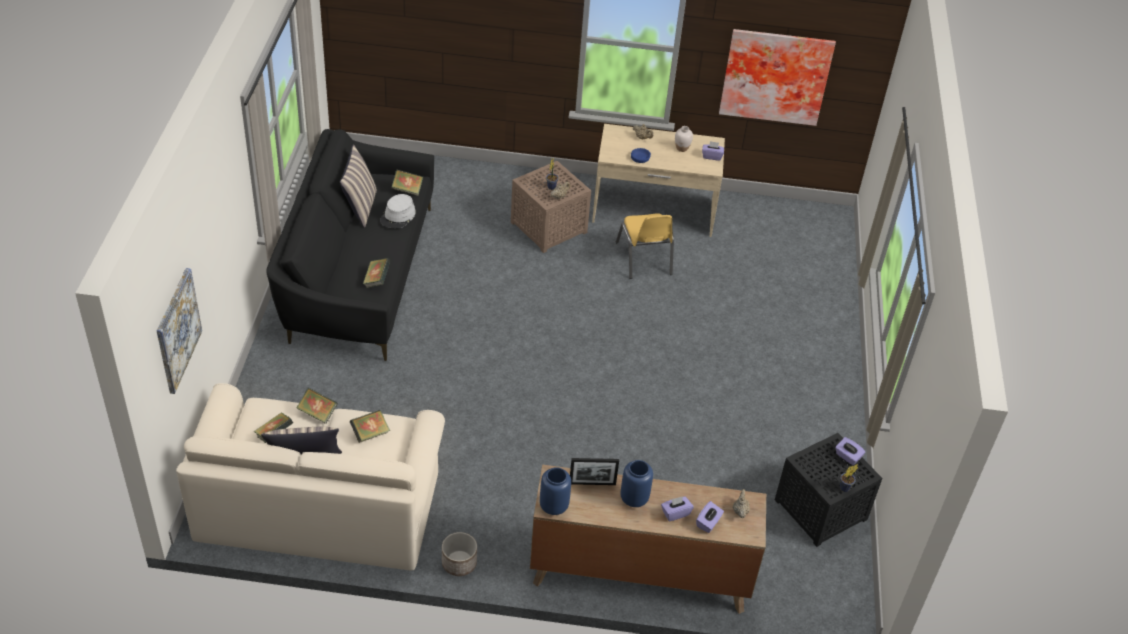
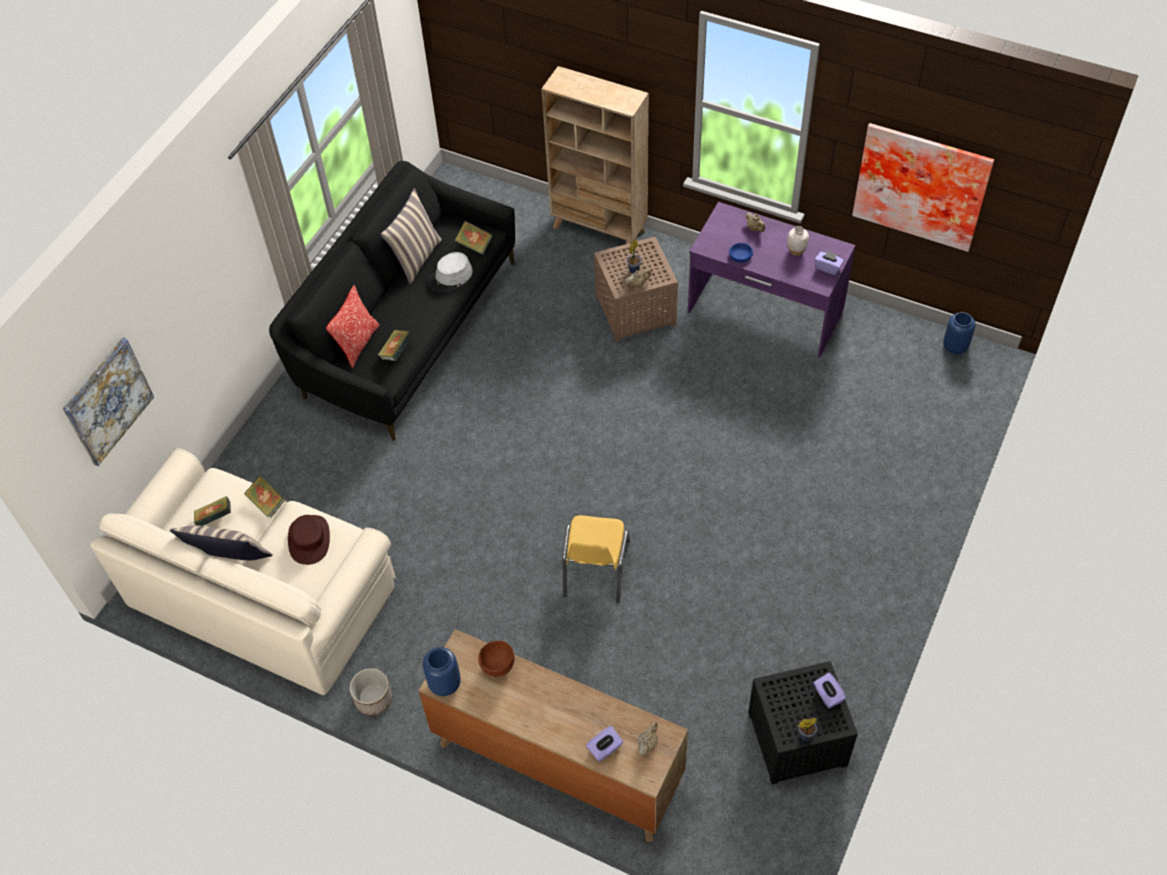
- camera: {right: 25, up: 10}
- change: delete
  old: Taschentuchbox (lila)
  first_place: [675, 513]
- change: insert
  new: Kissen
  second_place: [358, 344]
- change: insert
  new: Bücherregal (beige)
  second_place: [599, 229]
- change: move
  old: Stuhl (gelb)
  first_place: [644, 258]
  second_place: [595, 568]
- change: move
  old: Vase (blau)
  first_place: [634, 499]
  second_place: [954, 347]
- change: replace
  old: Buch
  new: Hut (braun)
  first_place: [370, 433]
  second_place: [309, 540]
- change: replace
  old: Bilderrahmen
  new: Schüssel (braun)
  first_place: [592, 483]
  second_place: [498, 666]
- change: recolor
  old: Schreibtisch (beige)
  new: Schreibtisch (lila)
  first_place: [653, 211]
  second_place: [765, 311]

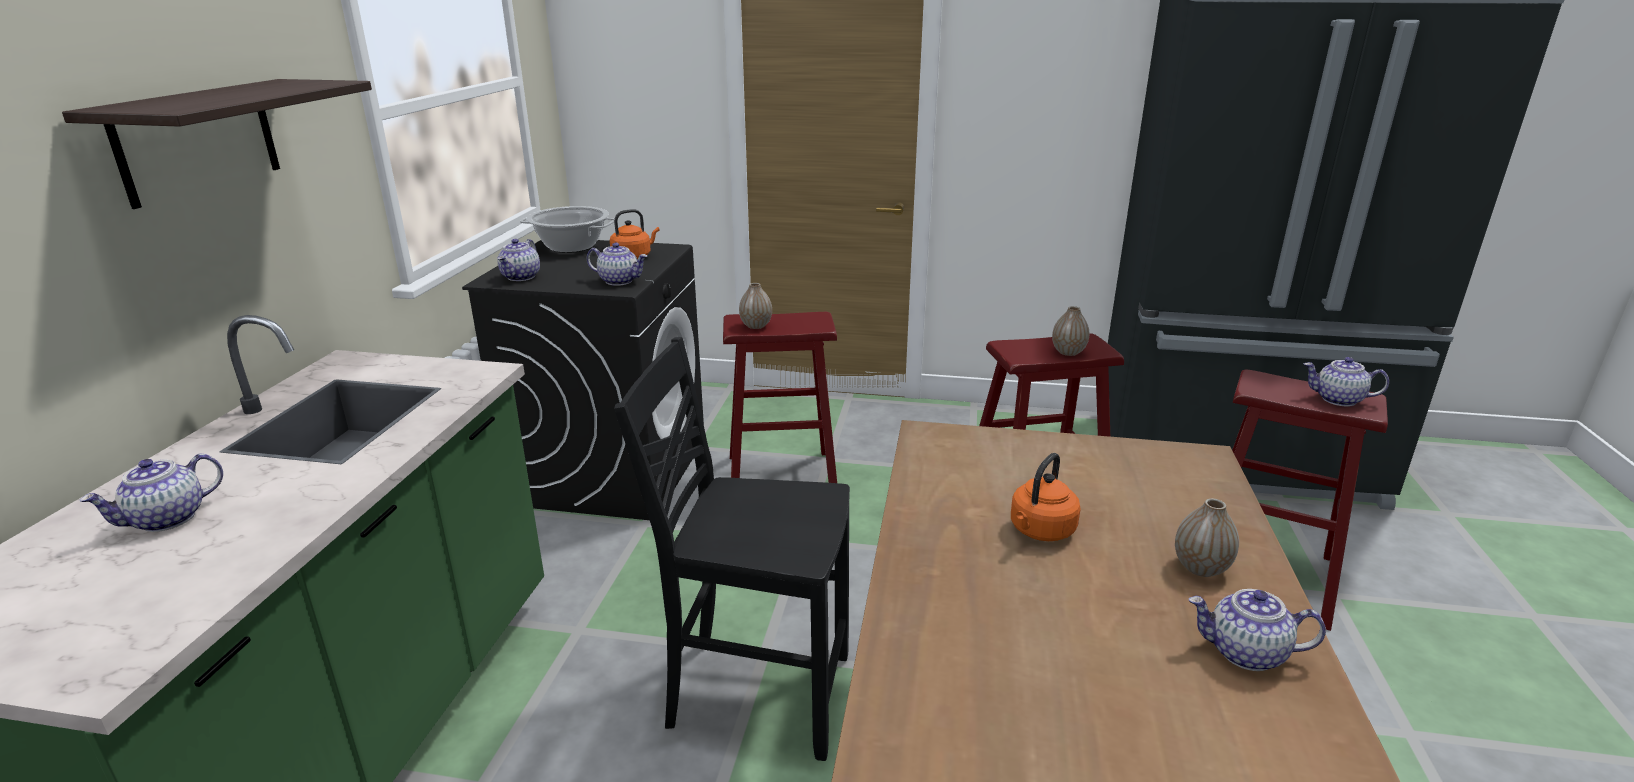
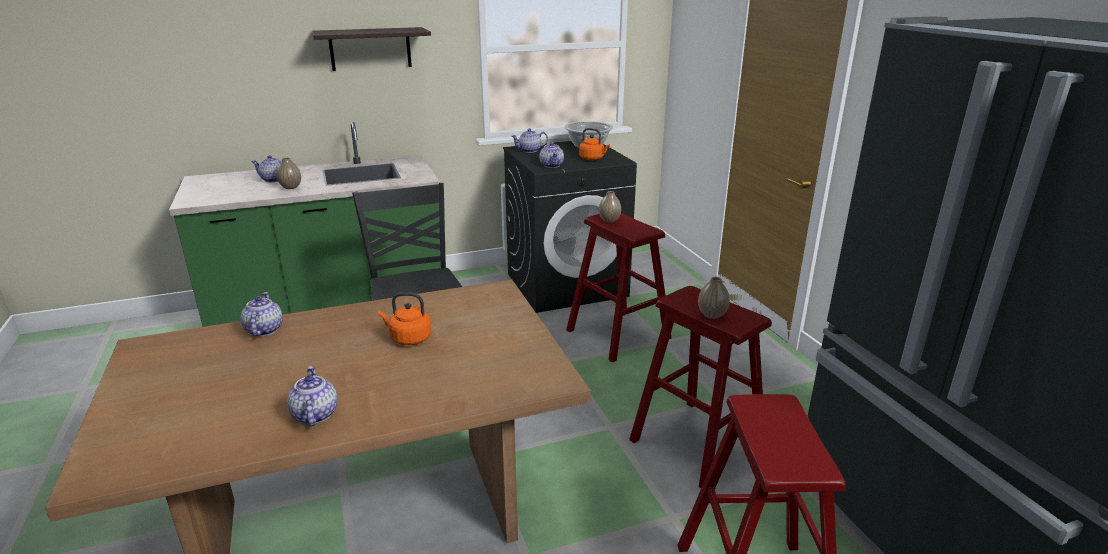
- camera: {right: 60, up: 0}
- change: move
  old: Vase
  first_place: [1200, 568]
  second_place: [291, 187]
- change: move
  old: Teekanne
  first_place: [1338, 399]
  second_place: [264, 330]

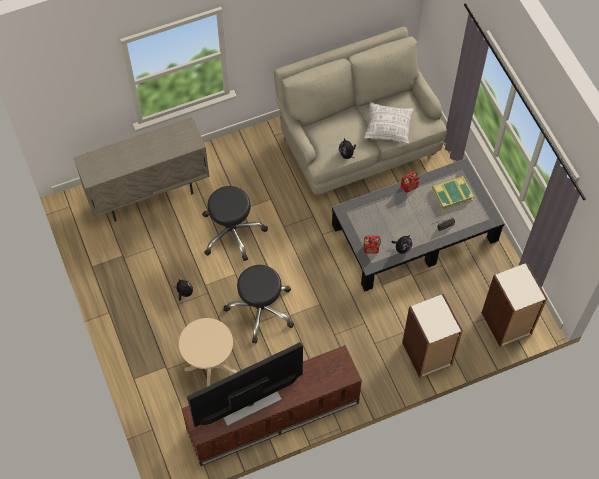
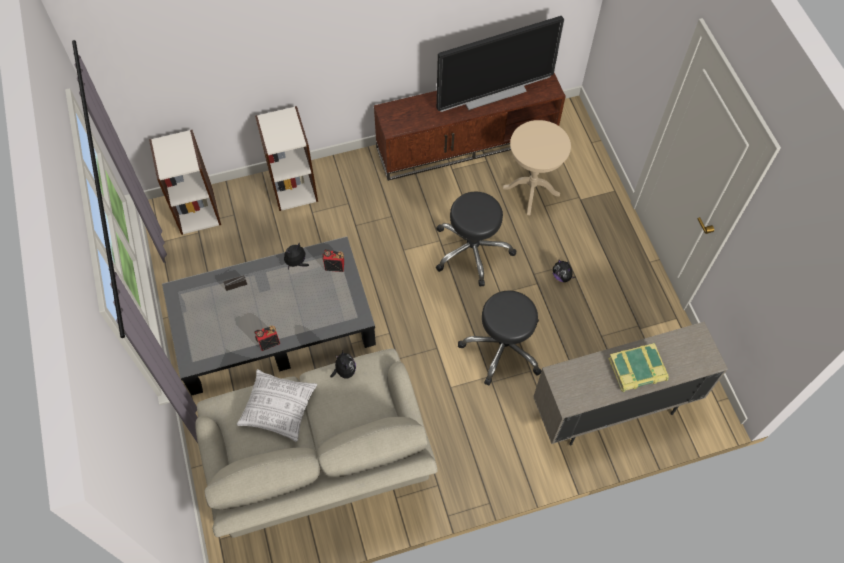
- camera: {right: -175, up: 0}
- change: move
  old: Buch
  first_place: [452, 194]
  second_place: [637, 370]

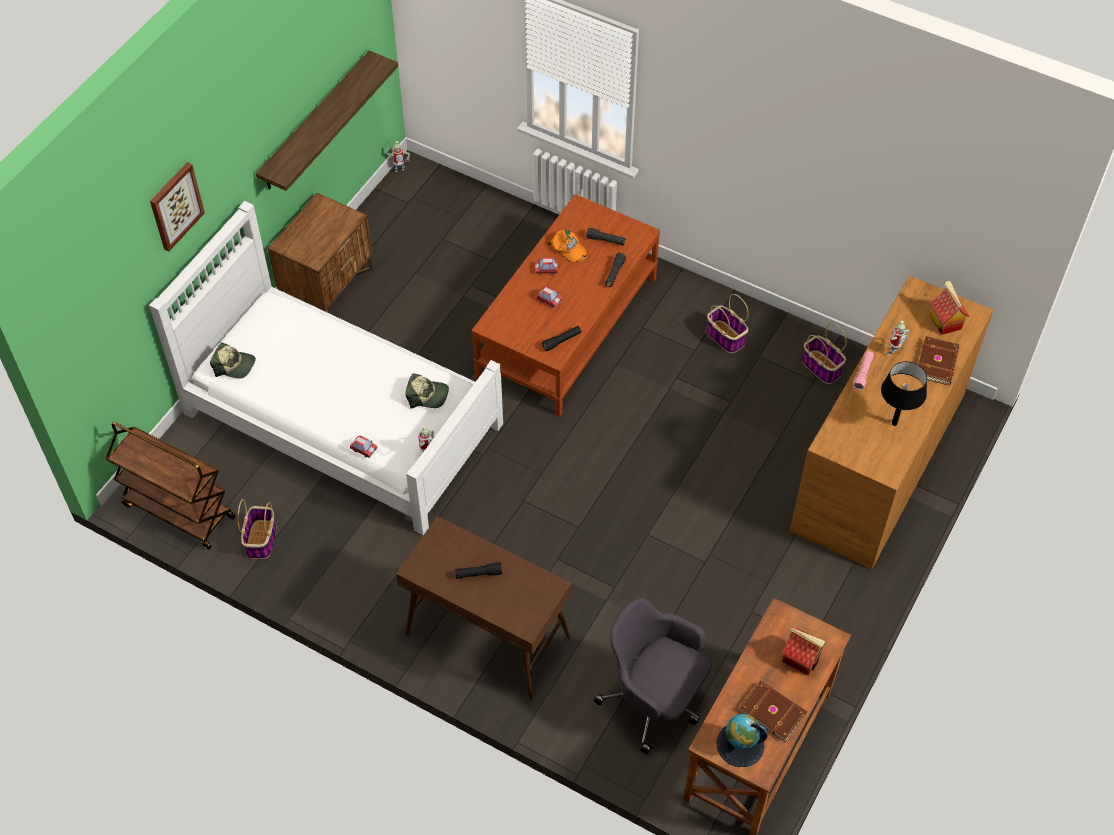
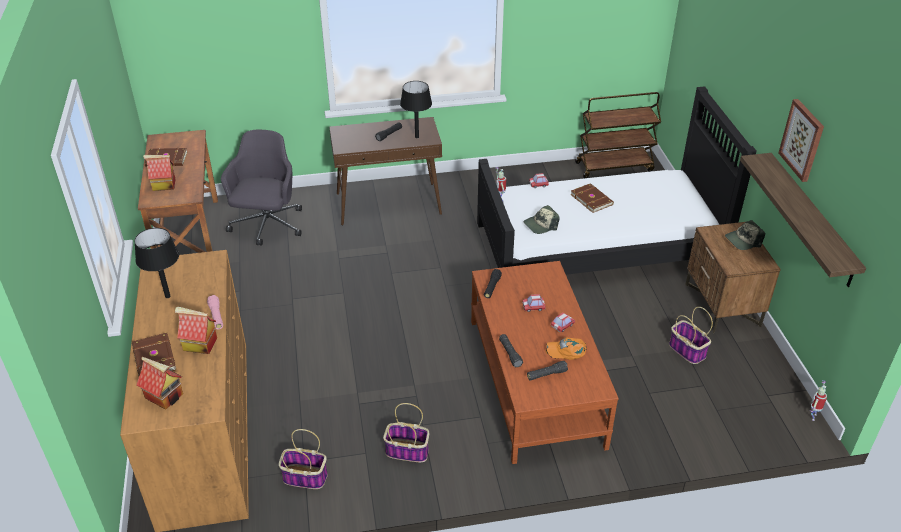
- camera: {right: 140, up: -15}
- change: delete
  old: Globus
  first_place: [740, 744]
- change: insert
  new: Tischlampe (schwarz)
  second_place: [417, 137]
- change: insert
  new: Buch (braun)
  second_place: [592, 199]
- change: move
  old: Bild
  first_place: [175, 206]
  second_place: [802, 140]
- change: move
  old: Kappe
  first_place: [234, 365]
  second_place: [743, 241]
- change: move
  old: Korb
  first_place: [261, 540]
  second_place: [686, 350]
- change: replace
  old: Spielzeugroboter
  new: Spielzeughaus
  first_place: [893, 353]
  second_place: [199, 344]
- change: recolor
  old: Bett (weiß)
  new: Bett (schwarz)
  first_place: [342, 418]
  second_place: [599, 245]
- change: rotate
  old: Bürostuhl (grau)
  first_place: [654, 700]
  second_place: [267, 226]
  degrees: -75

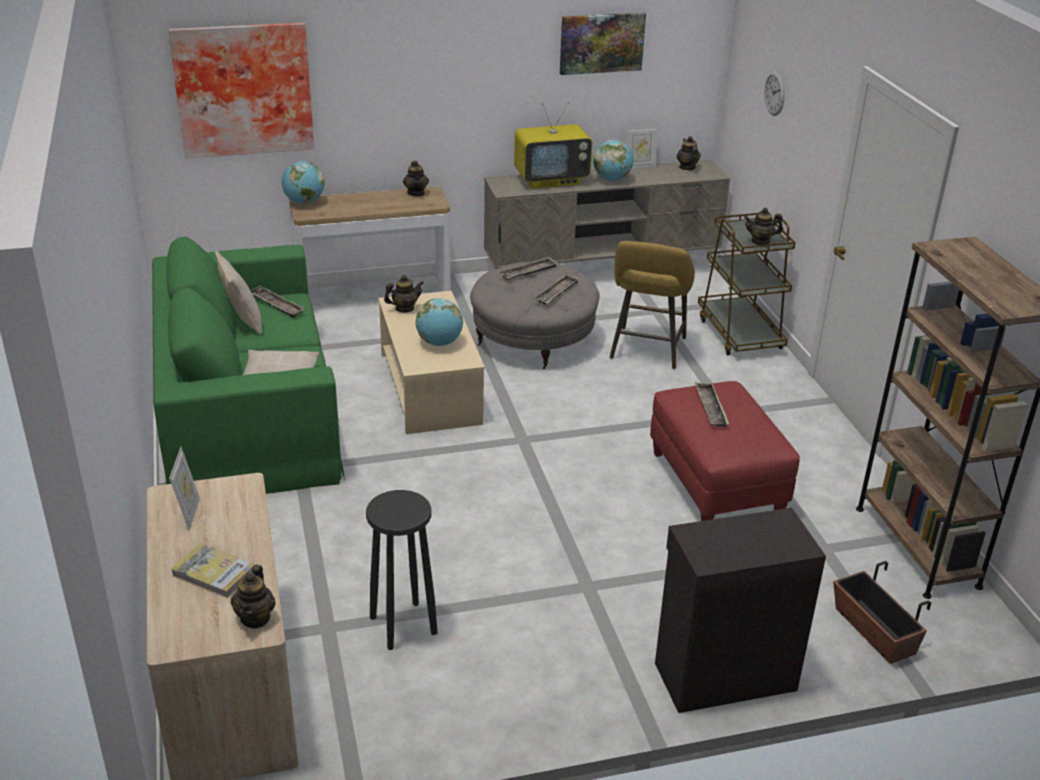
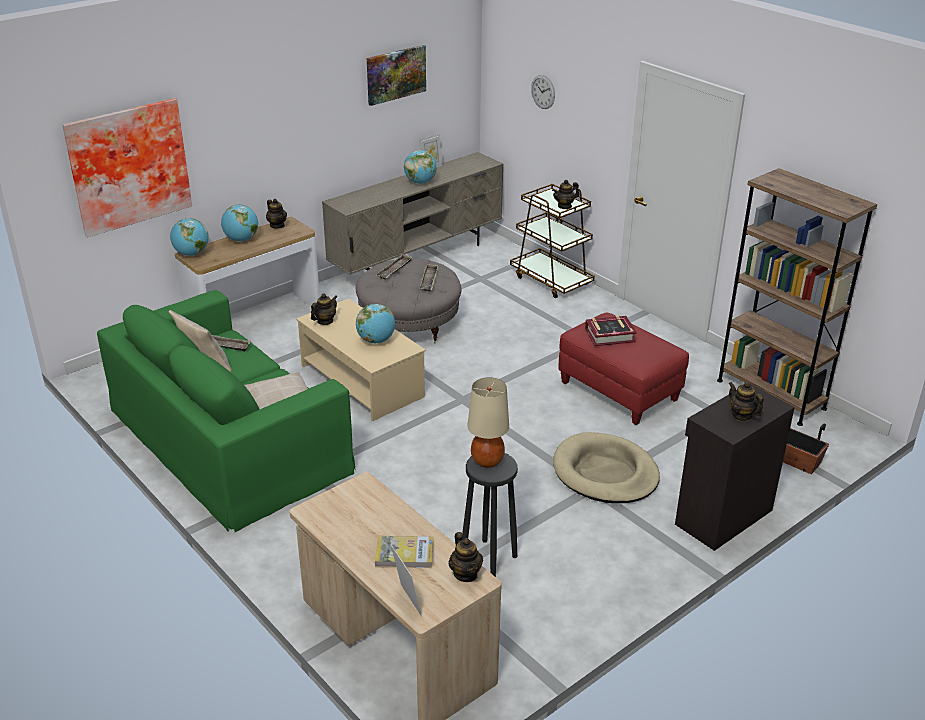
- camera: {right: -25, up: 0}
- change: delete
  old: Fernseher
  first_place: [551, 180]
- change: delete
  old: Hocker (gelb)
  first_place: [647, 351]
- change: insert
  new: Globus
  second_place: [241, 240]
- change: insert
  new: Tischlampe (beige)
  second_place: [487, 461]
- change: insert
  new: Hundebett (beige)
  second_place: [605, 473]
- change: move
  old: Bilderrahmen
  first_place: [189, 514]
  second_place: [406, 602]
- change: move
  old: Teekanne
  first_place: [687, 167]
  second_place: [741, 415]
- change: replace
  old: Tablett
  new: Buch
  first_place: [710, 408]
  second_place: [609, 335]

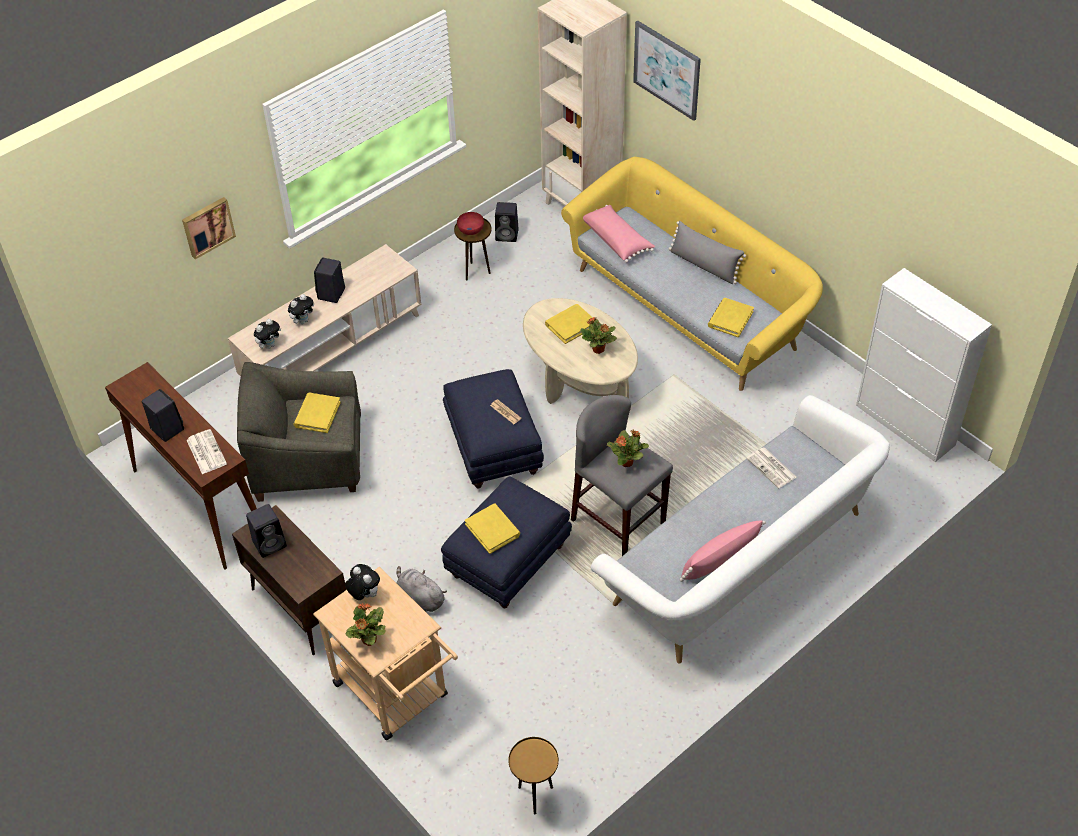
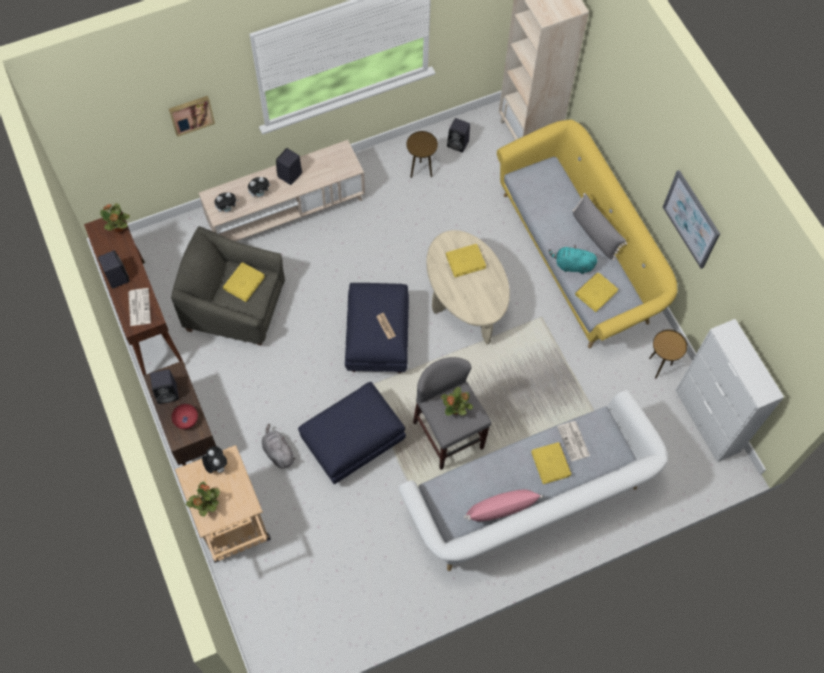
- camera: {right: 15, up: 15}
- change: delete
  old: Kissen (rosa)
  first_place: [617, 240]
- change: insert
  new: Plüschtier (türkis)
  second_place: [572, 265]
- change: move
  old: Schüssel (rot)
  first_place: [471, 230]
  second_place: [186, 420]
- change: move
  old: Buch (gelb)
  first_place: [493, 530]
  second_place: [551, 463]
- change: move
  old: Beistelltisch (braun)
  first_place: [535, 796]
  second_place: [659, 366]
- change: move
  old: Topfpflanze
  first_place: [598, 349]
  second_place: [118, 228]
- change: move
  old: Bild
  first_place: [667, 70]
  second_place: [691, 219]

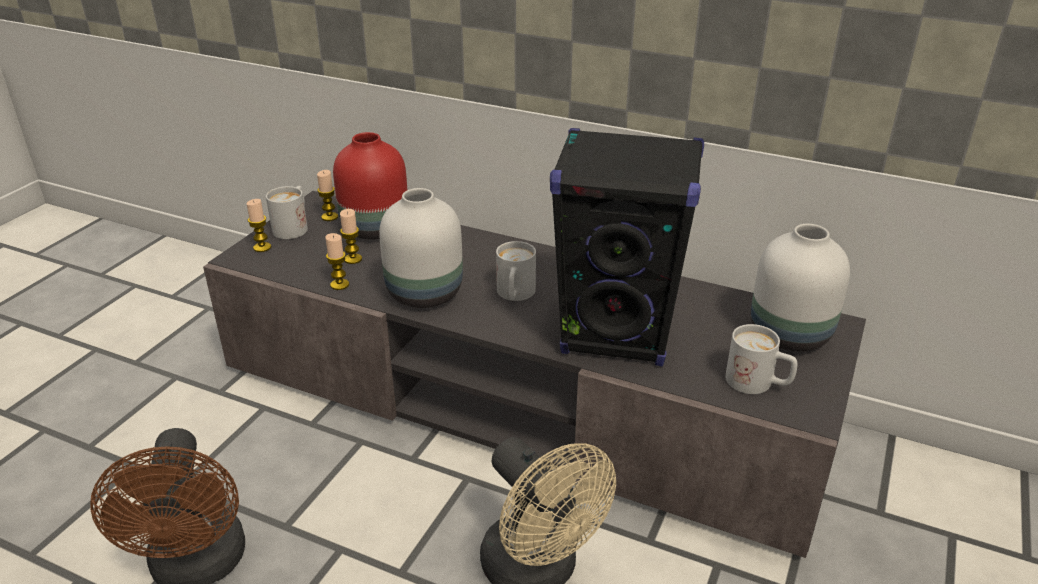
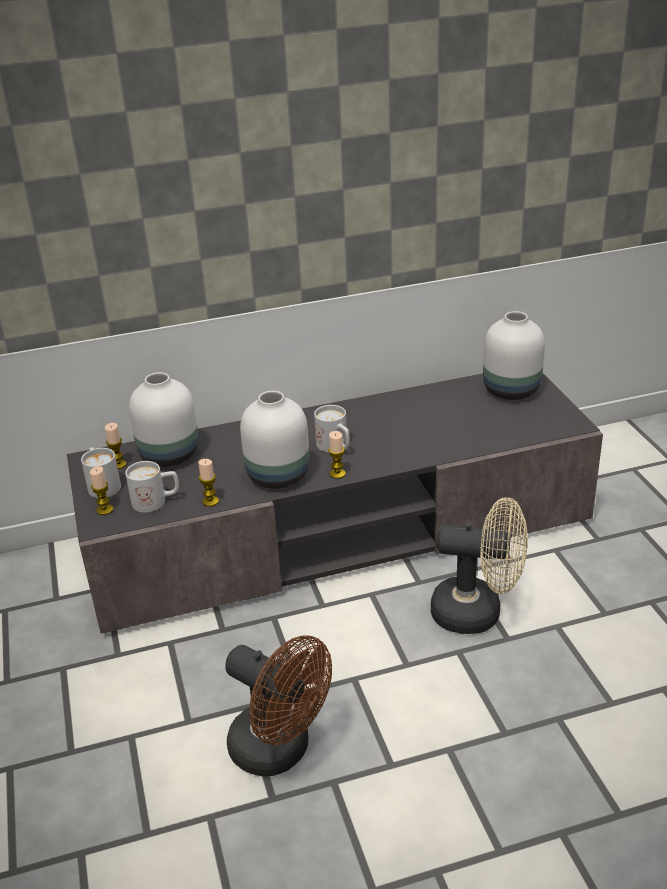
- camera: {right: -40, up: 0}
- change: delete
  old: Lautsprecher (schwarz)
  first_place: [617, 335]
- change: move
  old: Kerze
  first_place: [353, 259]
  second_place: [337, 474]
- change: move
  old: Henkelbecher (weiß)
  first_place: [758, 384]
  second_place: [156, 501]
- change: recolor
  old: Vase (rot)
  new: Vase (weiß)
  first_place: [374, 228]
  second_place: [167, 455]

